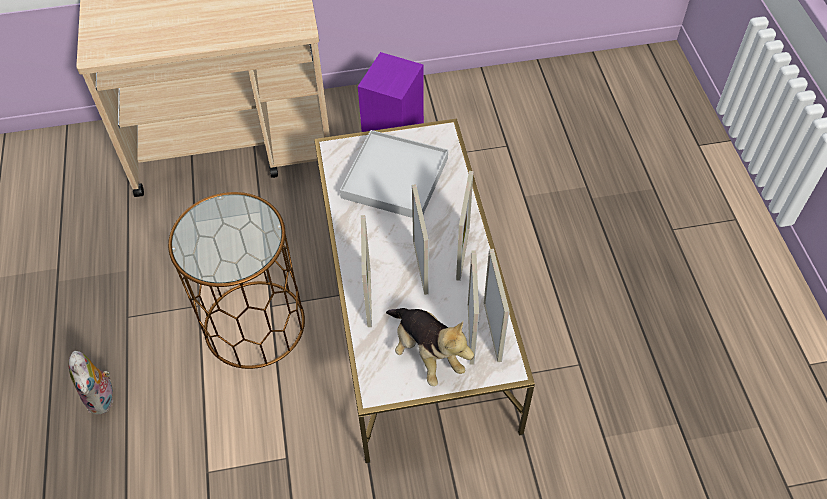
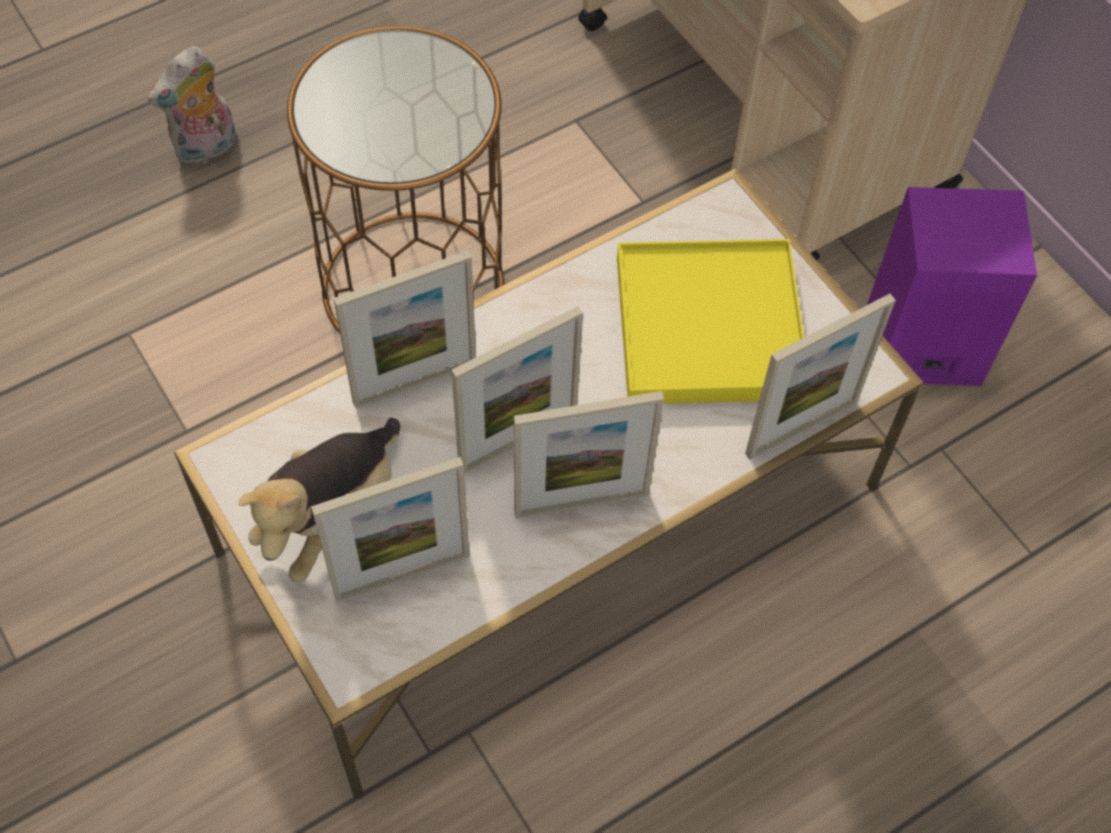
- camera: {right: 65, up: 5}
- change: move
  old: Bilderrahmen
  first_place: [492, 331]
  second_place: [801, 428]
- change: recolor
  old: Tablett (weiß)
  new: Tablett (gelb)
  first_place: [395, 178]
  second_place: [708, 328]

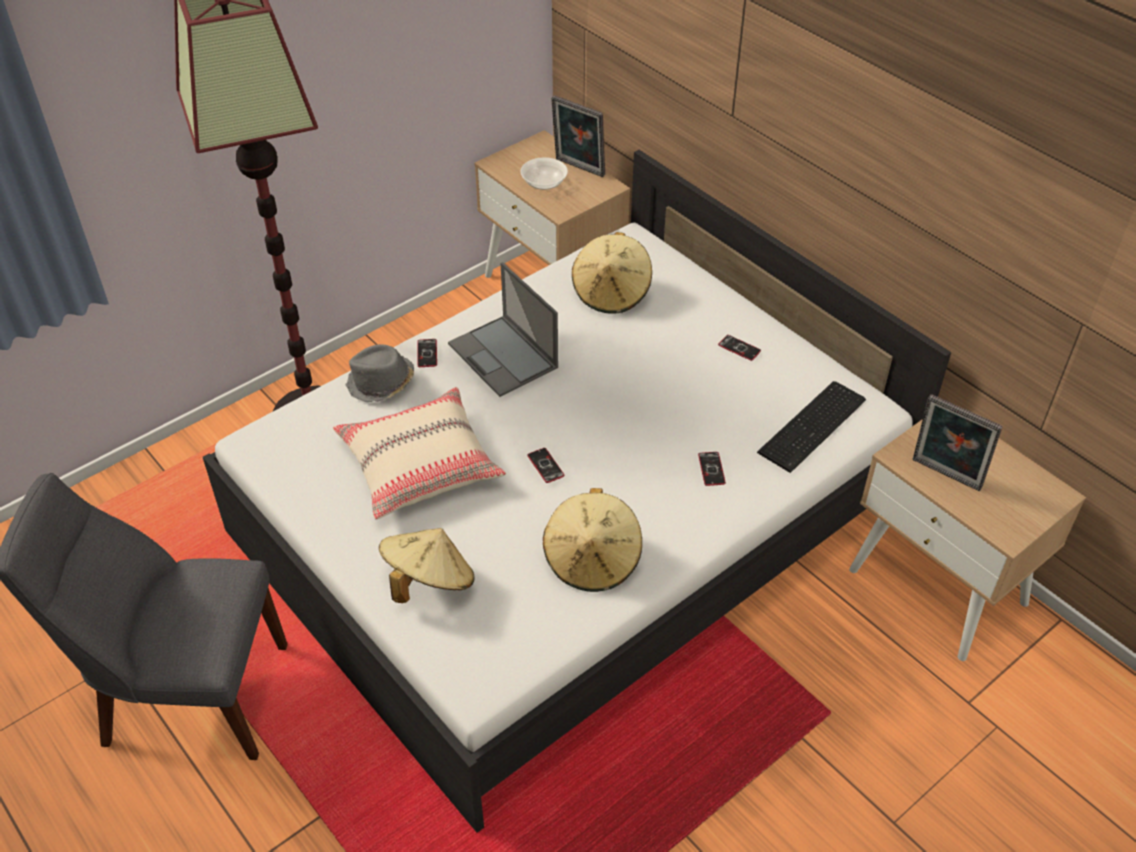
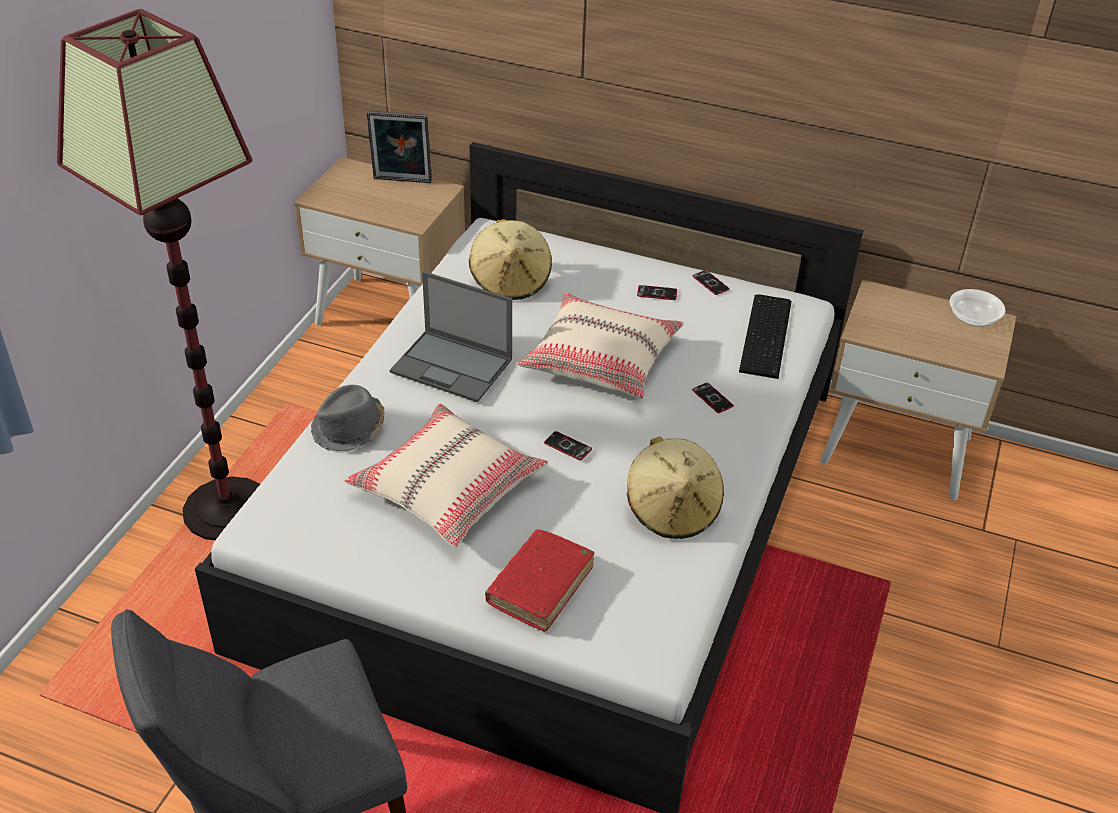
- camera: {right: -30, up: -5}
- change: delete
  old: Bilderrahmen
  first_place: [944, 476]
- change: insert
  new: Kissen (beige)
  second_place: [601, 359]
- change: move
  old: Handy
  first_place: [427, 353]
  second_place: [710, 283]
- change: move
  old: Schüssel
  first_place: [544, 183]
  second_place: [973, 318]
- change: replace
  old: Hut (beige)
  new: Buch (rot)
  first_place: [428, 582]
  second_place: [540, 586]

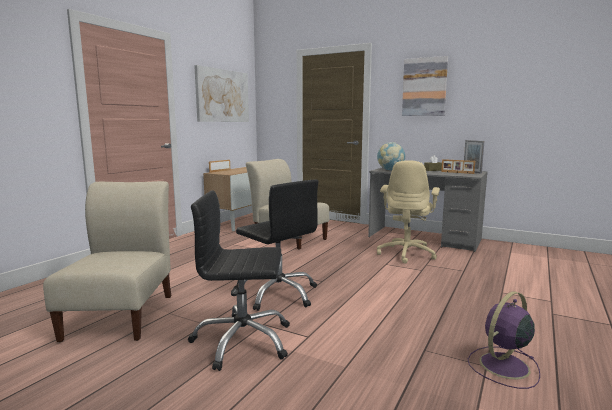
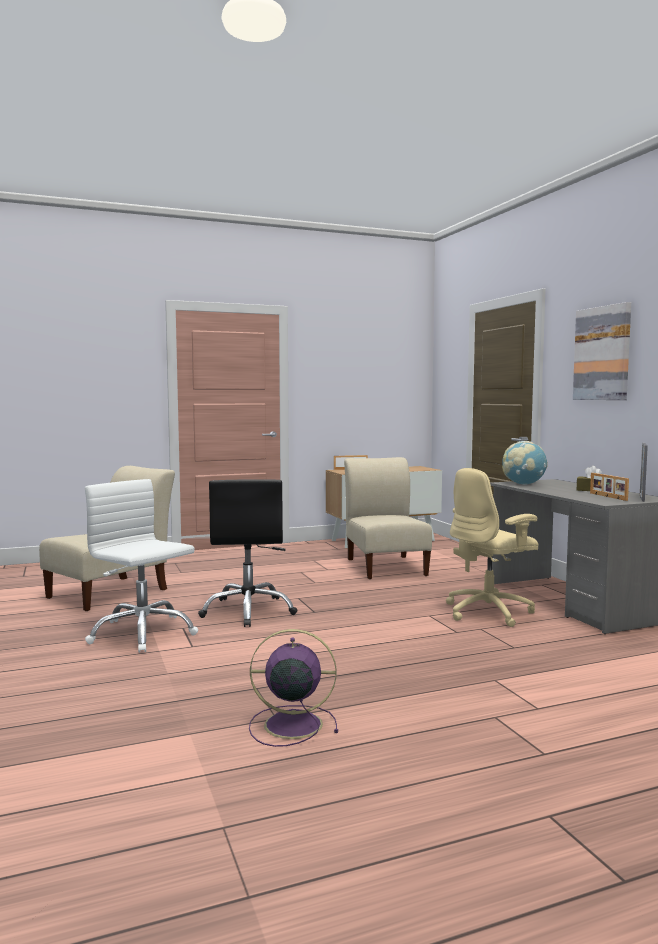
- camera: {right: 40, up: -5}
- change: delete
  old: Bild
  first_place: [222, 96]
- change: recolor
  old: Bürostuhl (schwarz)
  new: Bürostuhl (weiß)
  first_place: [242, 341]
  second_place: [142, 633]

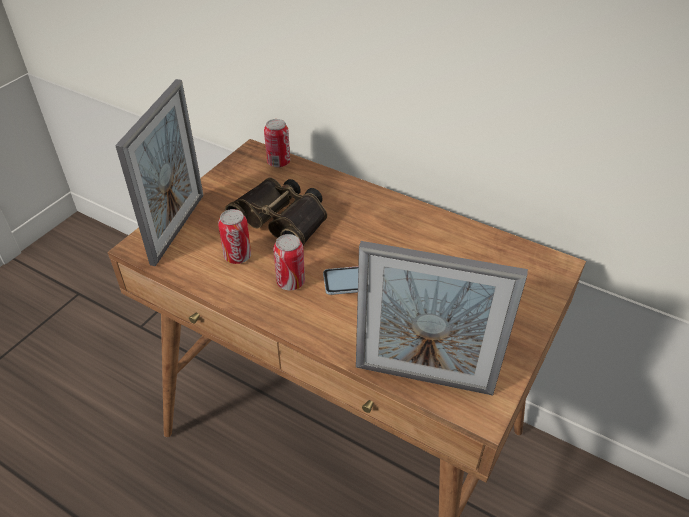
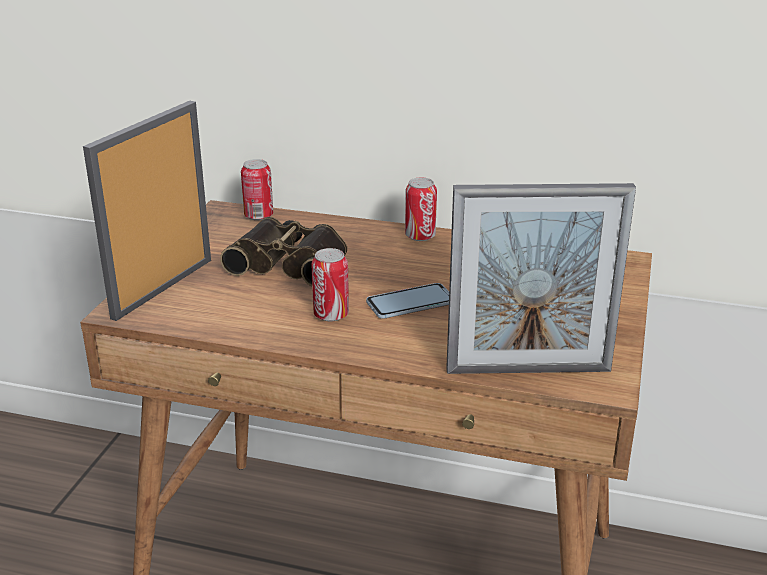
- camera: {right: -15, up: -15}
- change: move
  old: Dose
  first_place: [237, 256]
  second_place: [420, 236]
- change: rotate
  old: Bilderrahmen
  first_place: [178, 228]
  second_place: [163, 288]
  degrees: -150

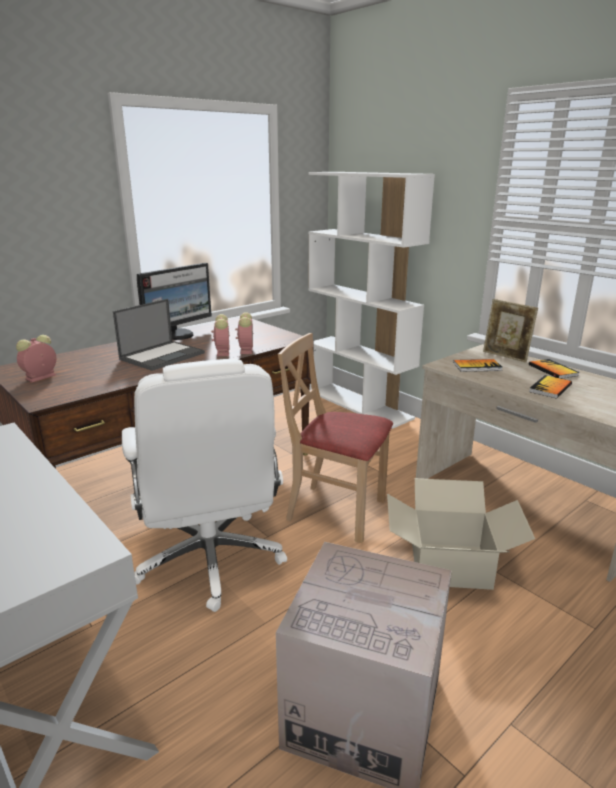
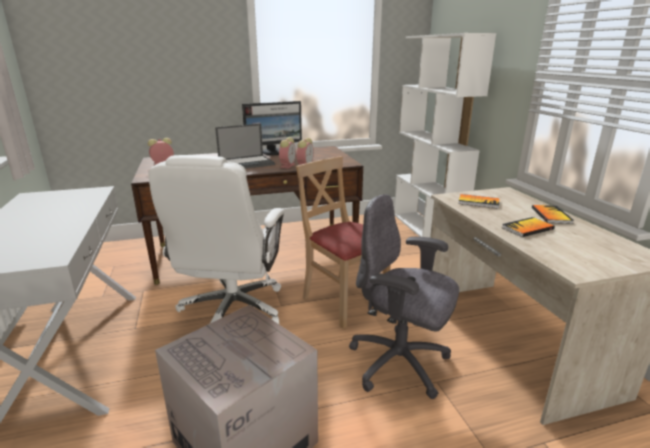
- camera: {right: 25, up: 0}
- change: delete
  old: Bilderrahmen
  first_place: [505, 356]
- change: replace
  old: Karton
  new: Bürostuhl (grau)
  first_place: [450, 565]
  second_place: [400, 364]

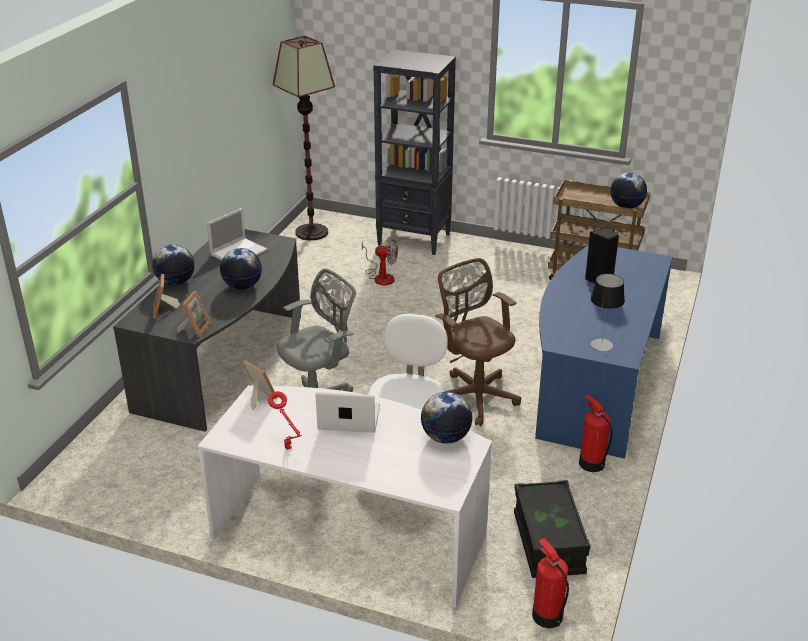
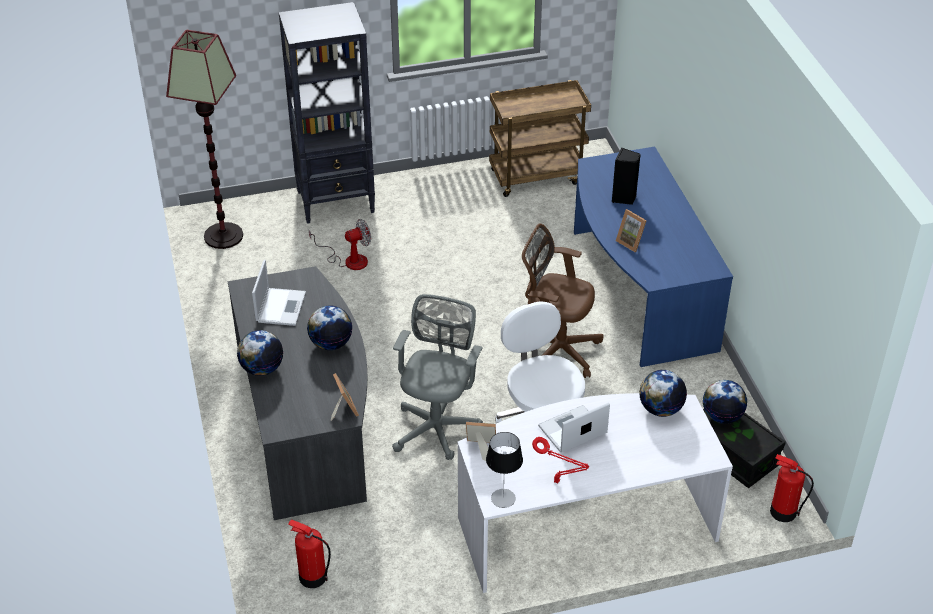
- camera: {right: -35, up: 10}
- change: move
  old: Bilderrahmen
  first_place: [164, 310]
  second_place: [631, 242]
- change: move
  old: Feuerlöscher
  first_place: [591, 463]
  second_place: [312, 576]
- change: move
  old: Tischlampe
  first_place: [601, 345]
  second_place: [503, 498]
- change: move
  old: Globus
  first_place: [626, 206]
  second_place: [722, 416]

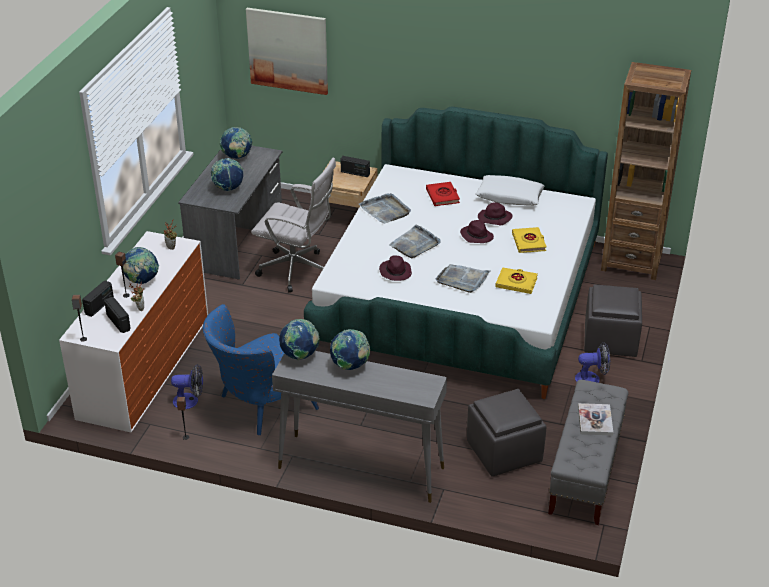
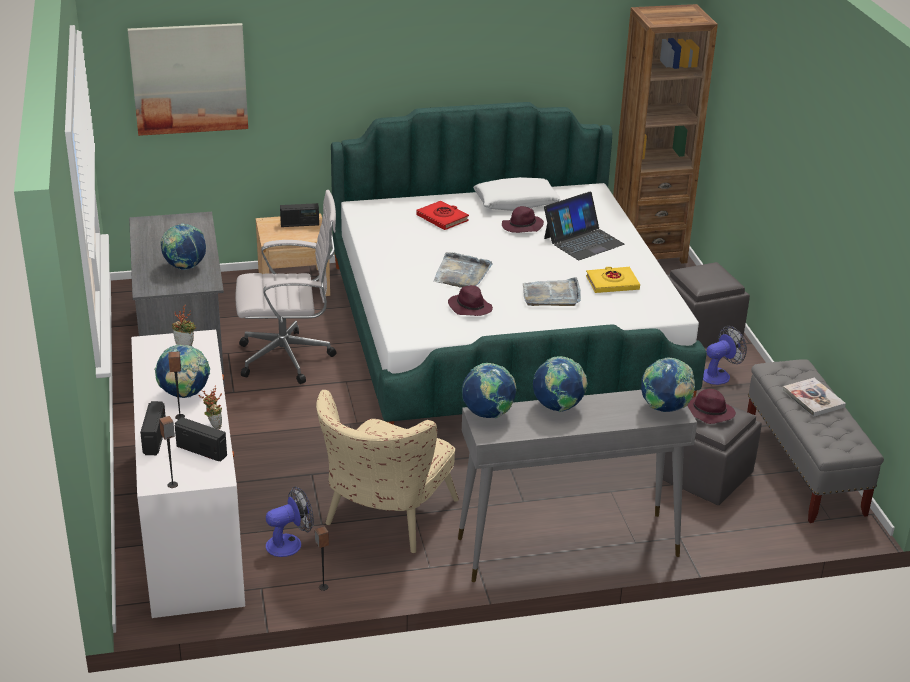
- camera: {right: -30, up: -5}
- change: delete
  old: Tablett (grau)
  first_place: [385, 210]
- change: move
  old: Globus
  first_place: [237, 157]
  second_place: [664, 409]
- change: move
  old: Hut (lila)
  first_place: [476, 236]
  second_place: [708, 412]
- change: replace
  old: Buch (gelb)
  new: Laptop
  first_place: [529, 242]
  second_place: [583, 241]
- change: recolor
  old: Sessel (blau)
  new: Sessel (beige)
  first_place: [259, 406]
  second_place: [383, 520]

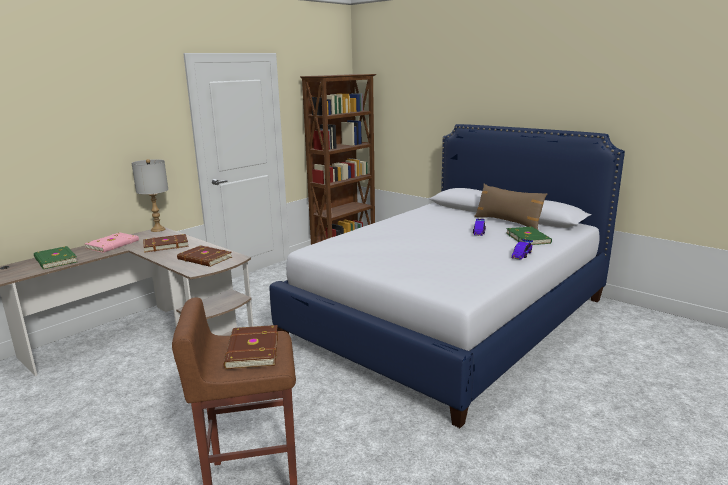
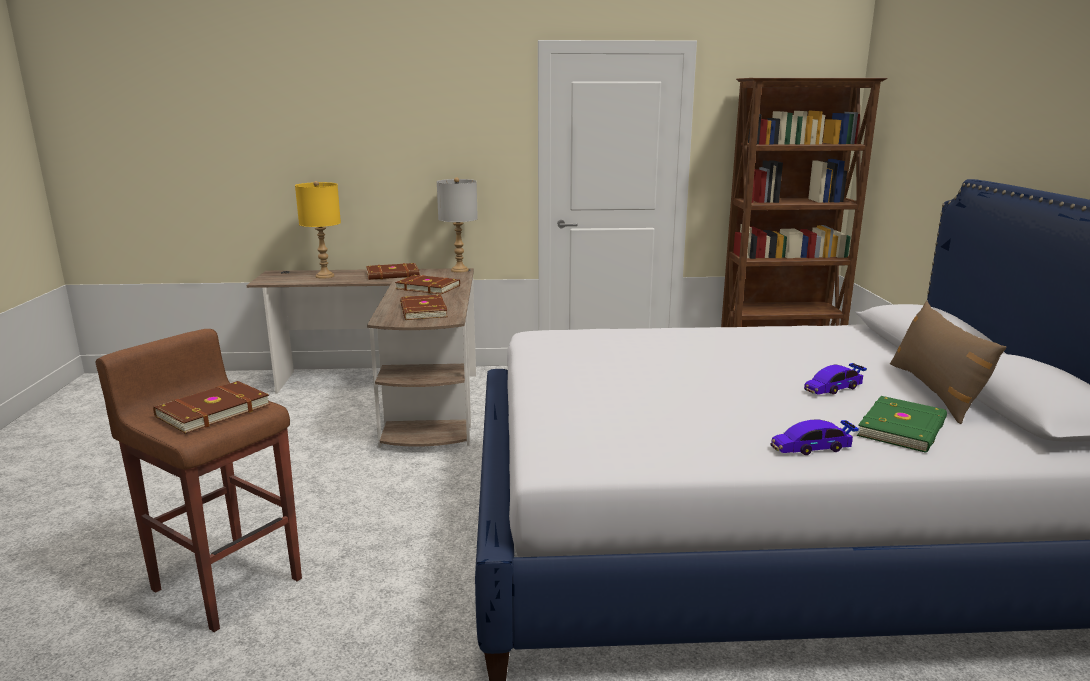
- camera: {right: 45, up: 0}
- change: replace
  old: Buch (grün)
  new: Tischlampe (gelb)
  first_place: [55, 260]
  second_place: [324, 276]
- change: recolor
  old: Buch (rosa)
  new: Buch (braun)
  first_place: [113, 245]
  second_place: [393, 275]

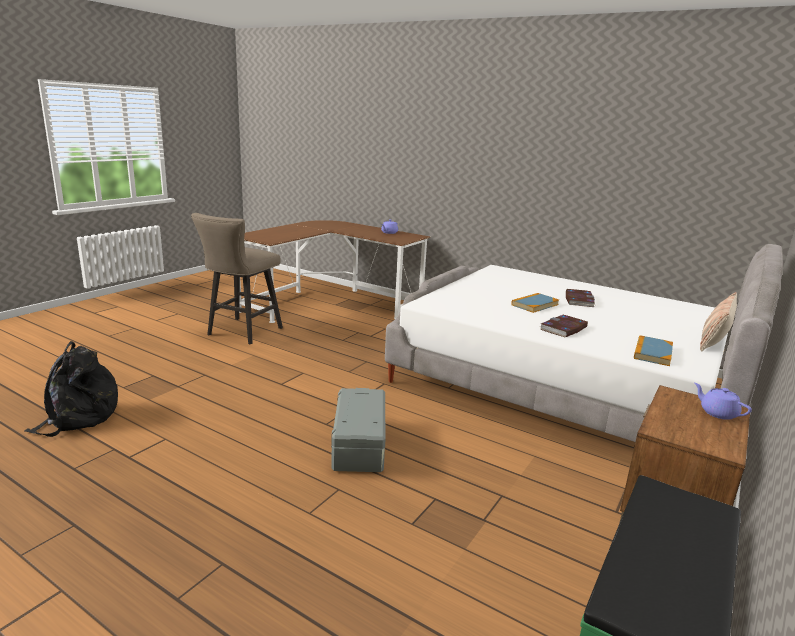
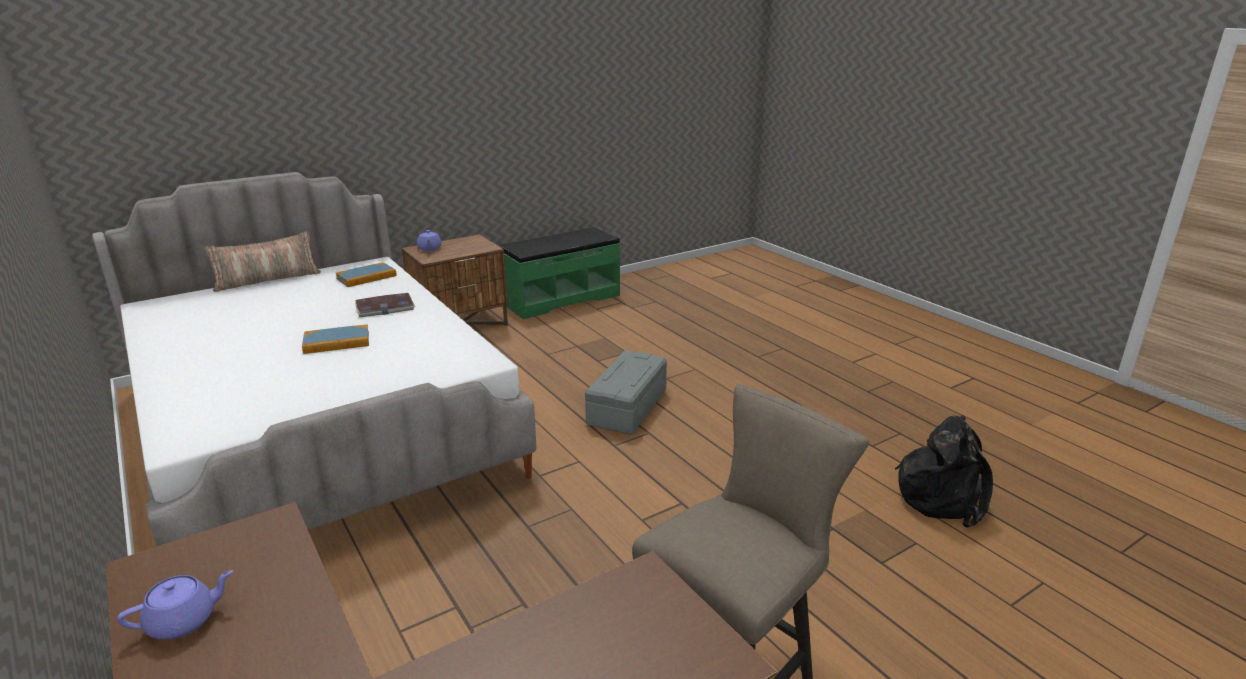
- camera: {right: -155, up: 5}
- change: delete
  old: Buch
  first_place: [579, 300]

